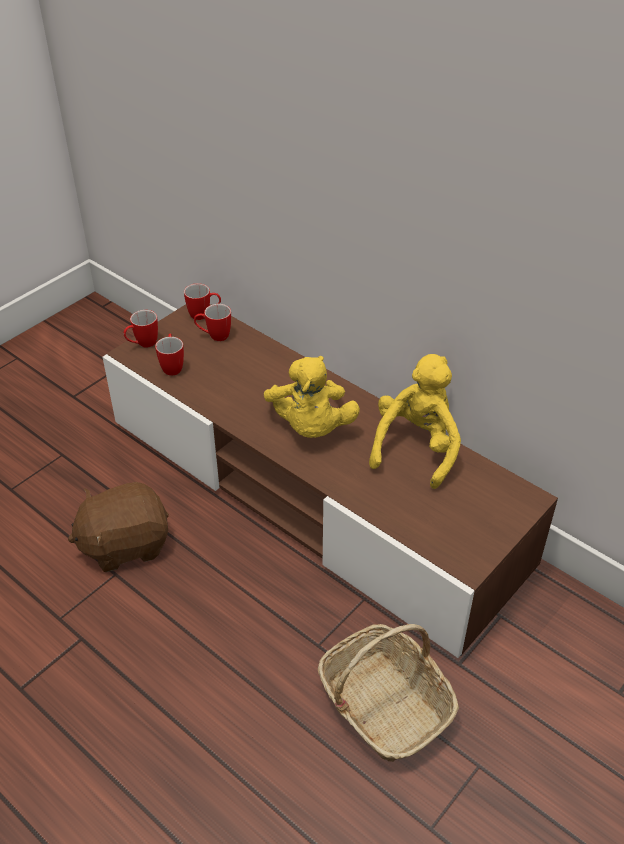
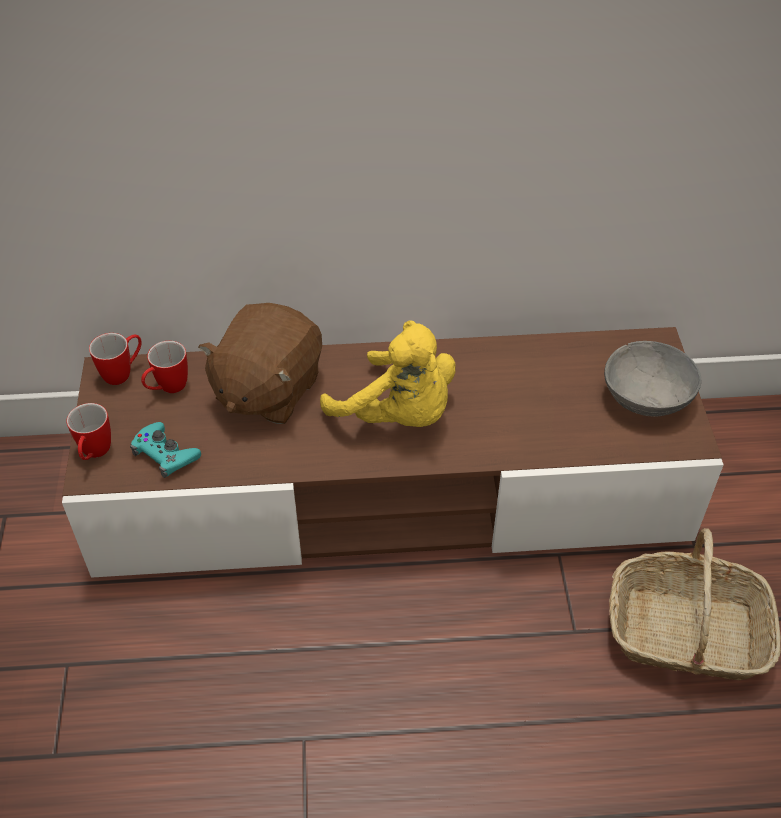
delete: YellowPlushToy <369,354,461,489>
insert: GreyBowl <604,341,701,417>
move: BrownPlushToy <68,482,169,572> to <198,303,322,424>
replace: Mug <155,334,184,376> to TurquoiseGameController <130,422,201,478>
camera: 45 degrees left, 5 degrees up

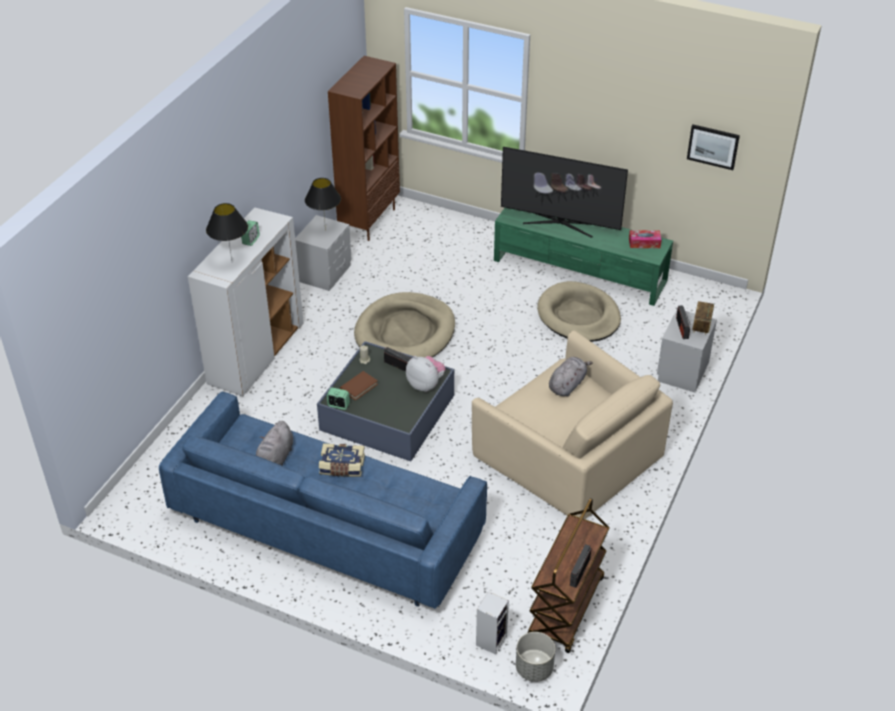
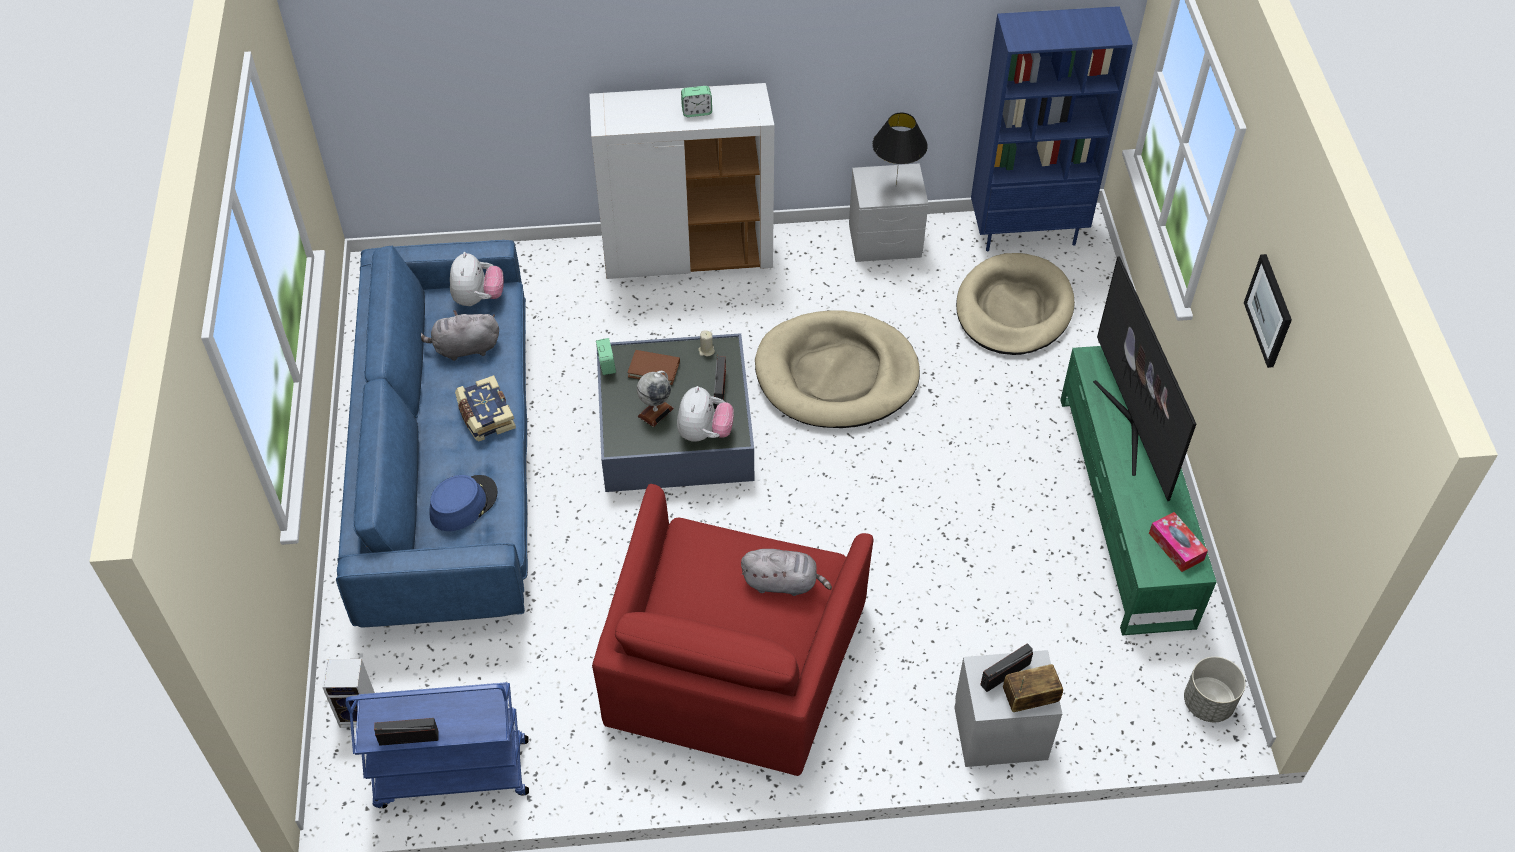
delete: BlackTableLamp <206,203,248,260>
insert: BlueHat <430,475,498,531>; PlushToy <450,252,504,306>; Globe <637,371,674,427>
move: BeigeDogBed <537,281,621,342> to <956,253,1075,355>; GreyPlanter <516,632,555,682> to <1184,657,1245,722>; Picture <687,124,740,170> to <1244,254,1292,368>
recolor: BrownCart <527,498,610,653> to BlueCart <346,682,529,808>; BeigeArmchair <472,331,673,519> to RedArmchair <592,484,873,776>; BrownBookcase <328,56,400,241> to BlueBookcase <971,6,1133,251>
camera: 60 degrees right, 10 degrees up

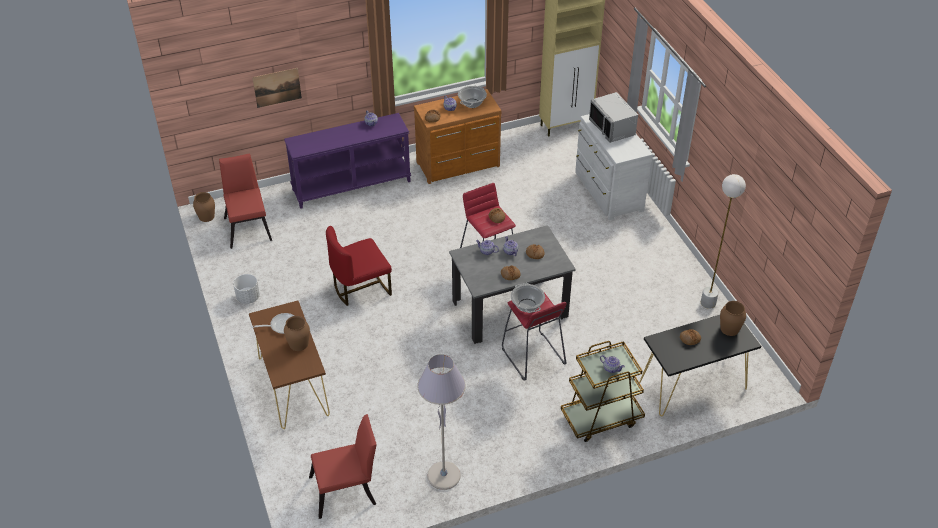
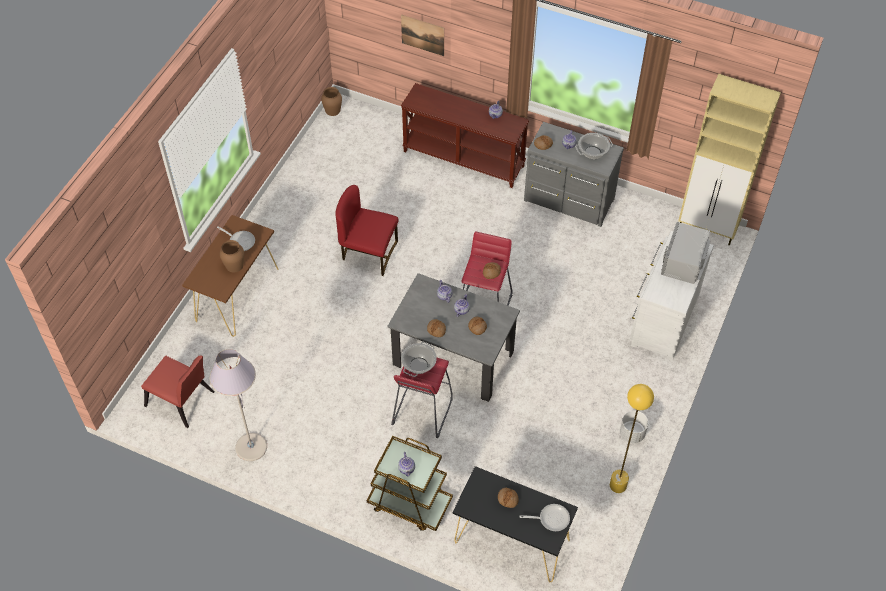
delete: RedChair <219,153,272,249>
move: WhitePlanter <233,274,260,304> to <620,410,648,443>
replace: BrownVase <720,301,746,336> to FryingPan <519,504,570,531>
recolor: PurpleConsoleTable <284,113,411,209> to BrownConsoleTable <401,83,529,188>; BrownDresser <414,89,502,184> to GreyDresser <524,122,624,227>; WhiteFloorLamp <701,174,746,309> to YellowFloorLamp <610,384,654,493>
camera: 45 degrees right, 10 degrees up

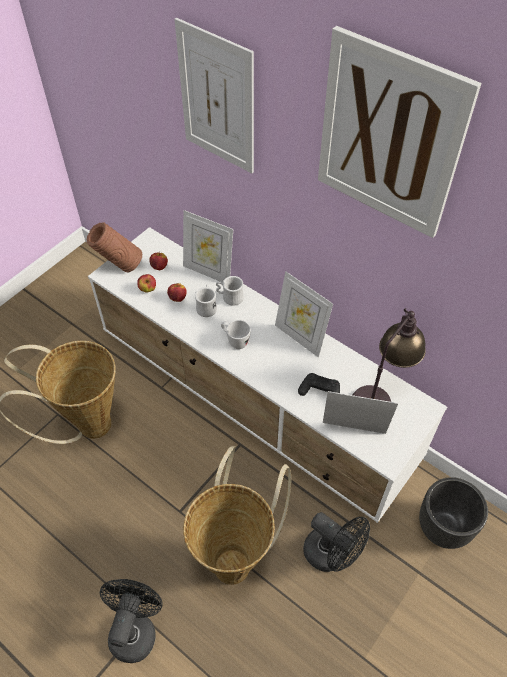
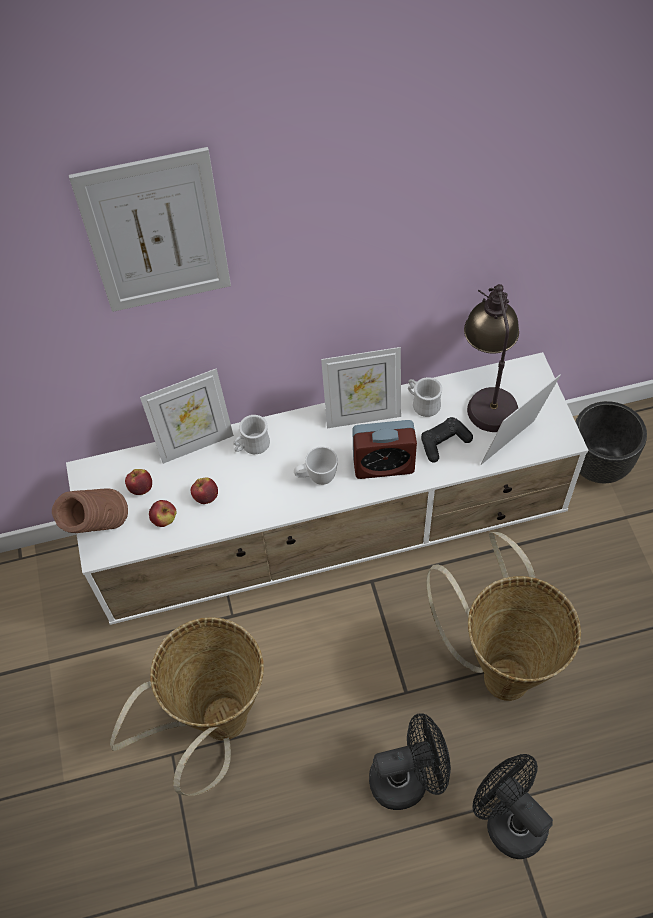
delete: Picture <318,26,481,238>
insert: AlarmClock <352,420,417,479>
move: BlackFan <303,512,370,572> to <369,713,451,810>; WhiteMug <195,285,217,317> to <408,377,442,417>
camera: 50 degrees left, 5 degrees up

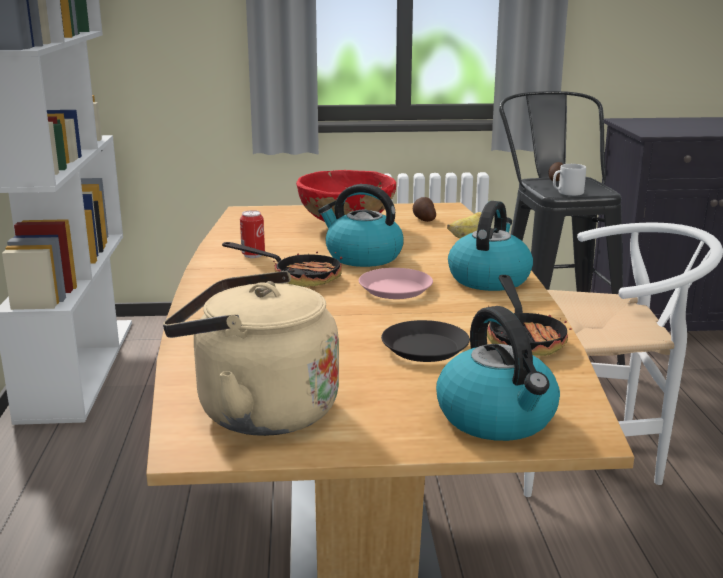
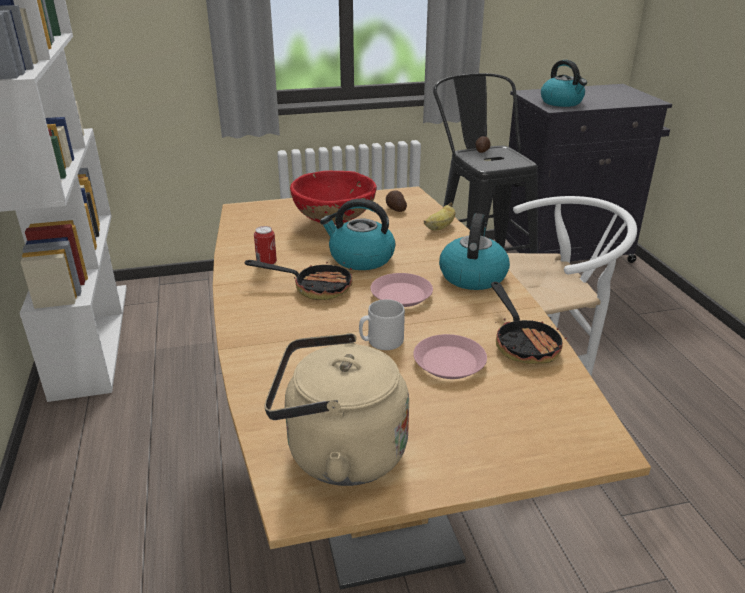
move: GreyMug <553,164,586,196> to <359,299,405,350>; Kettle <436,306,560,441> to <541,60,587,107>
recolor: BlackPlate <381,320,470,362> to PinkPlate <413,334,487,379>
camera: 10 degrees left, 10 degrees up

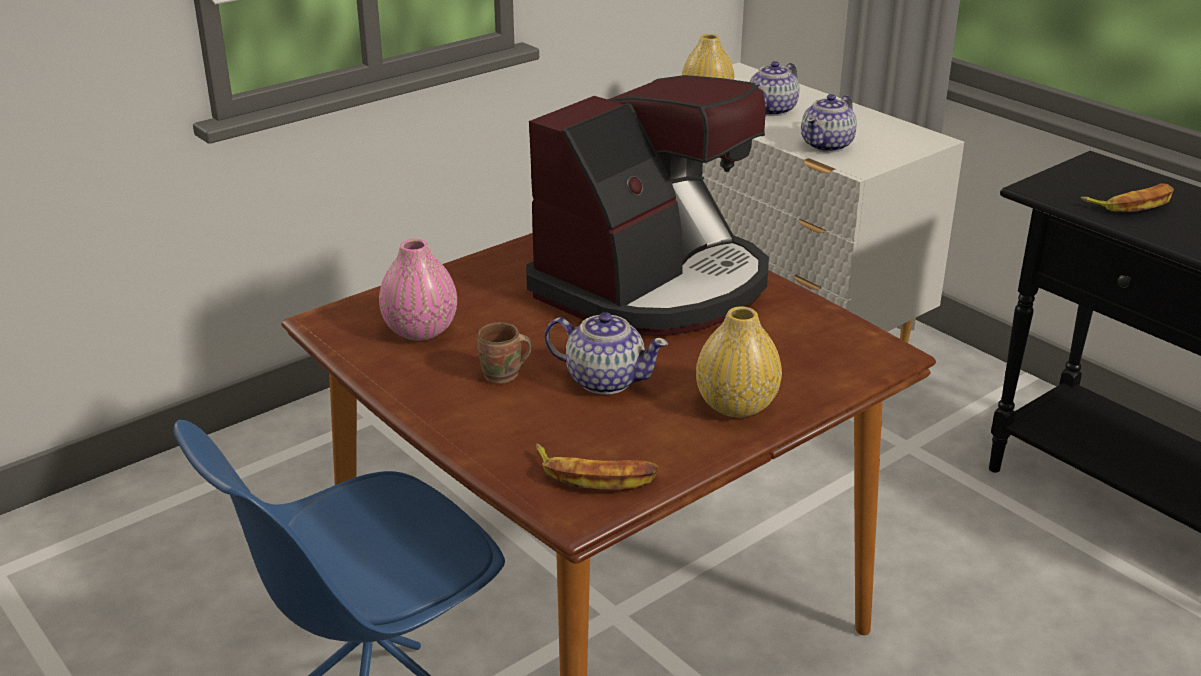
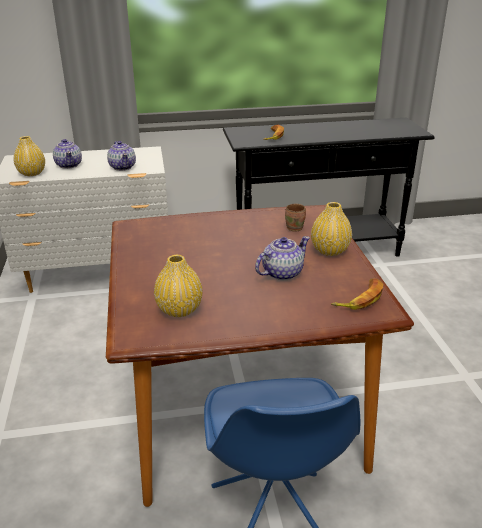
delete: CoffeeMachine <526,75,769,336>
move: BrownMug <477,322,532,384> to <285,204,306,232>
recolor: PinkVase <379,239,457,341> to YellowVase <154,255,203,317>
camera: 60 degrees left, 0 degrees up

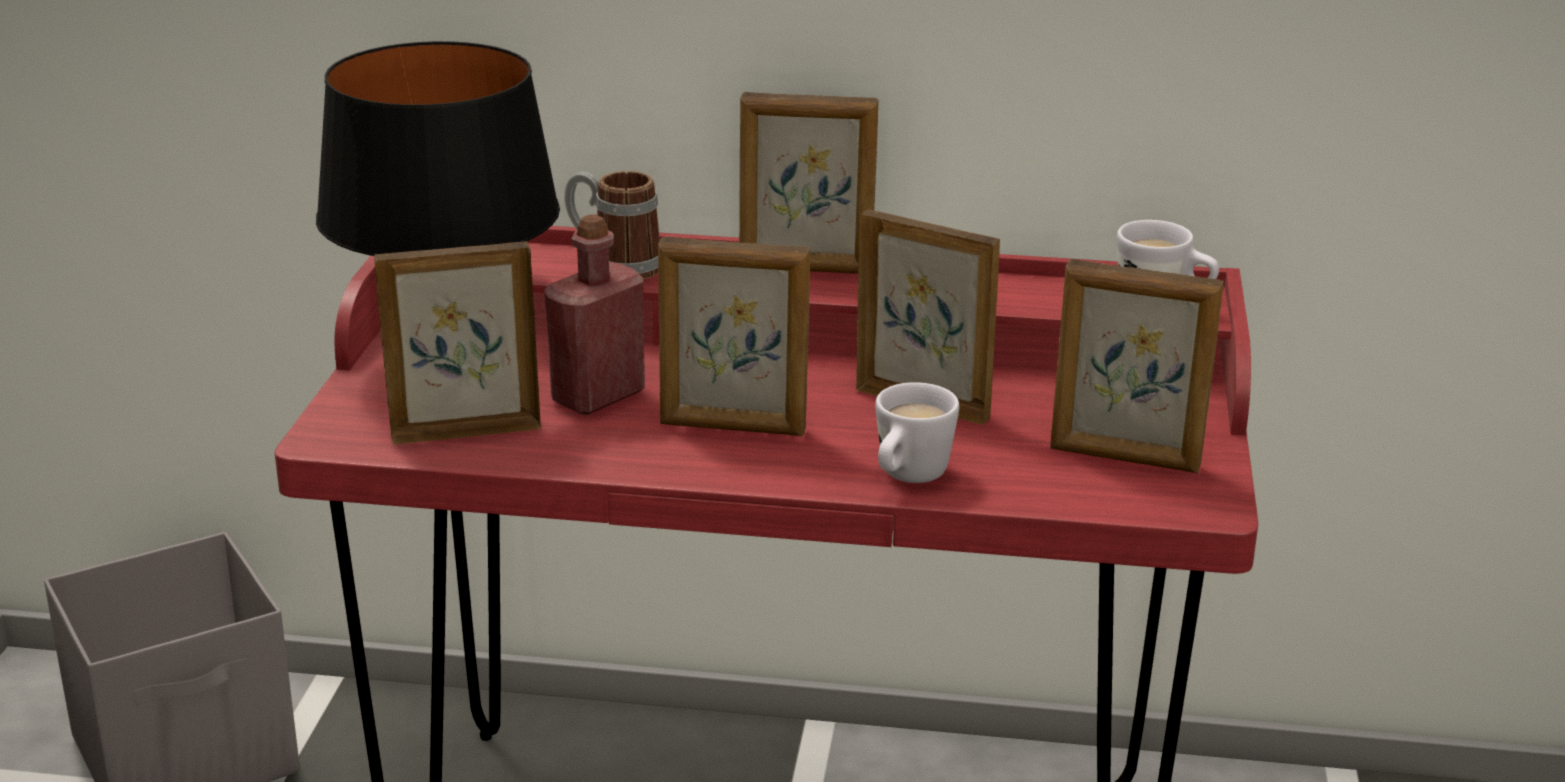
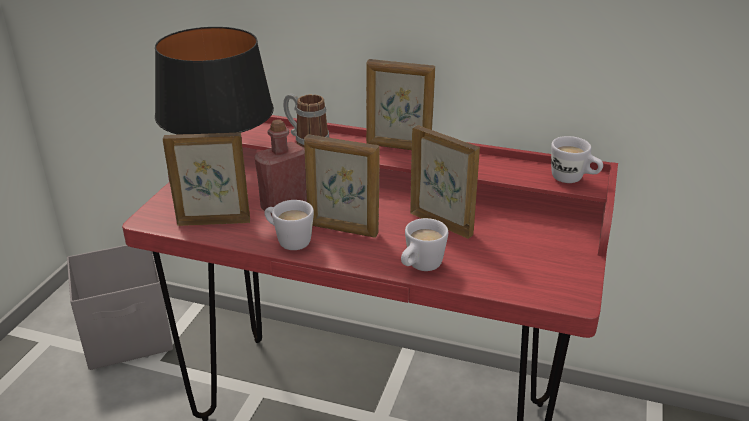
delete: PictureFrame <1050,259,1224,473>
insert: WhiteMug <264,200,314,250>
camera: 10 degrees right, 5 degrees up

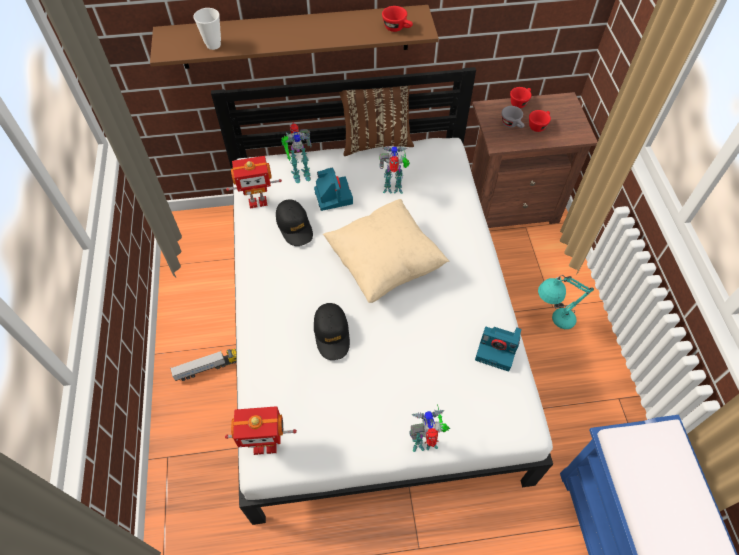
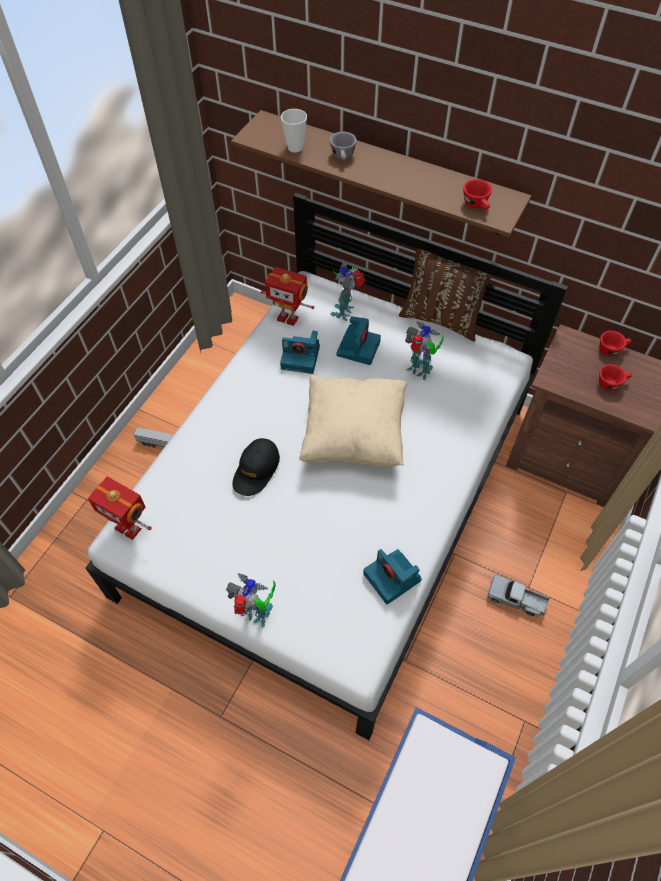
move: GreyCup <502,106,525,128> to <330,132,357,160>
replace: BlackCap <276,200,313,246> to PhotoCamera <280,331,320,374>; TurquoiseTableLamp <538,275,594,329> to ToyTruck <487,575,550,616>
rotate: ToyRobot <281,122,312,183> = <330,262,365,321> 90 degrees clockwise
camera: 35 degrees right, 0 degrees up

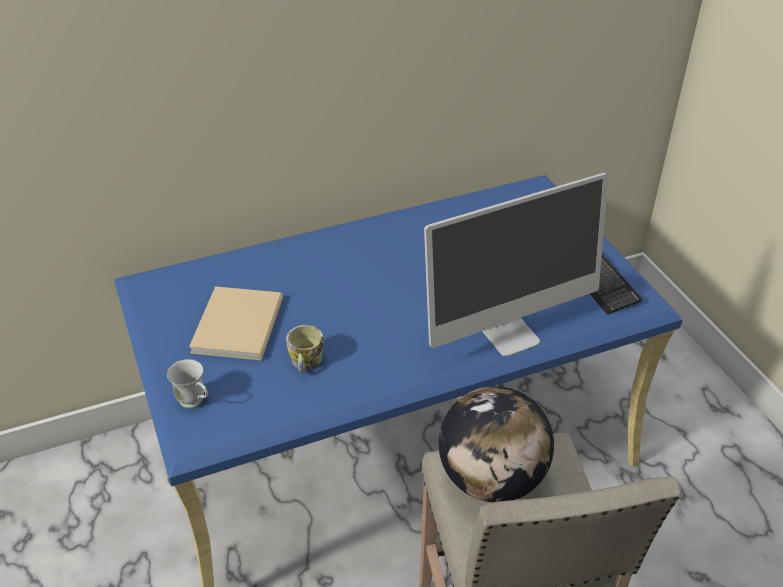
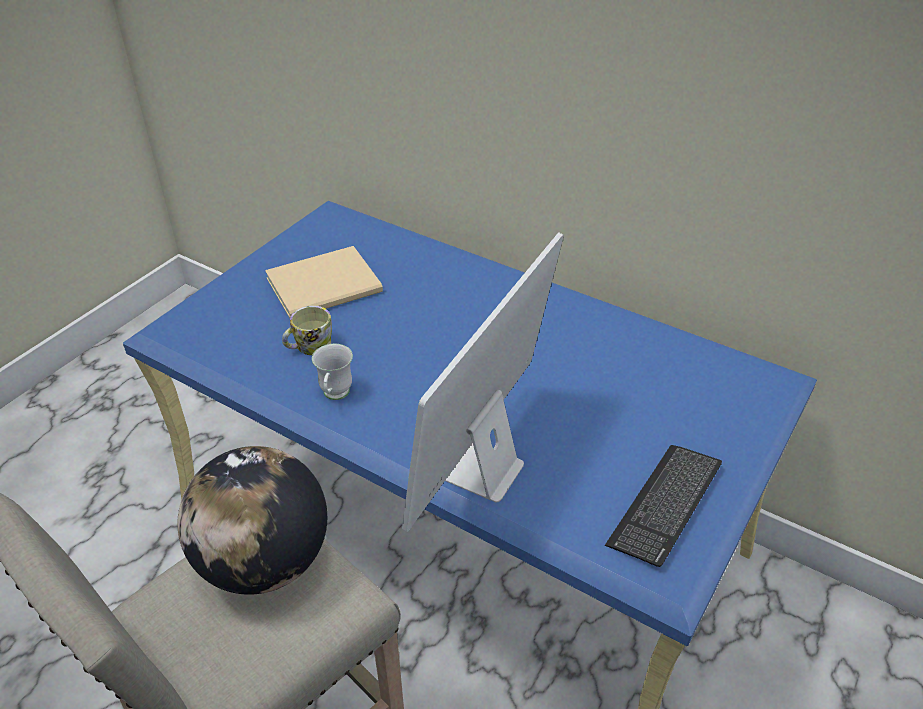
move: WhiteMug <167,359,208,409> to <312,344,353,400>
rotate: Monitor <424,173,608,356> = <402,232,564,532> 90 degrees clockwise
camera: 55 degrees right, 0 degrees up

